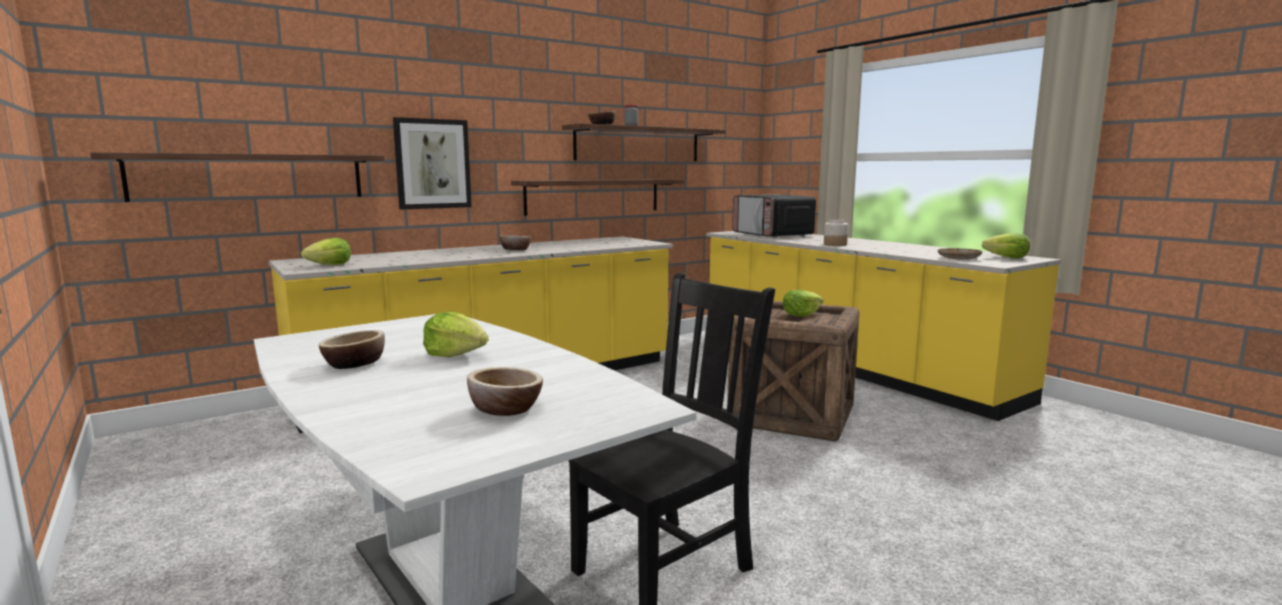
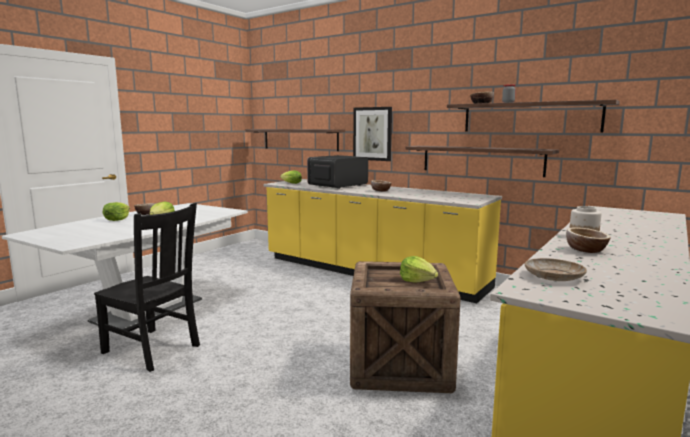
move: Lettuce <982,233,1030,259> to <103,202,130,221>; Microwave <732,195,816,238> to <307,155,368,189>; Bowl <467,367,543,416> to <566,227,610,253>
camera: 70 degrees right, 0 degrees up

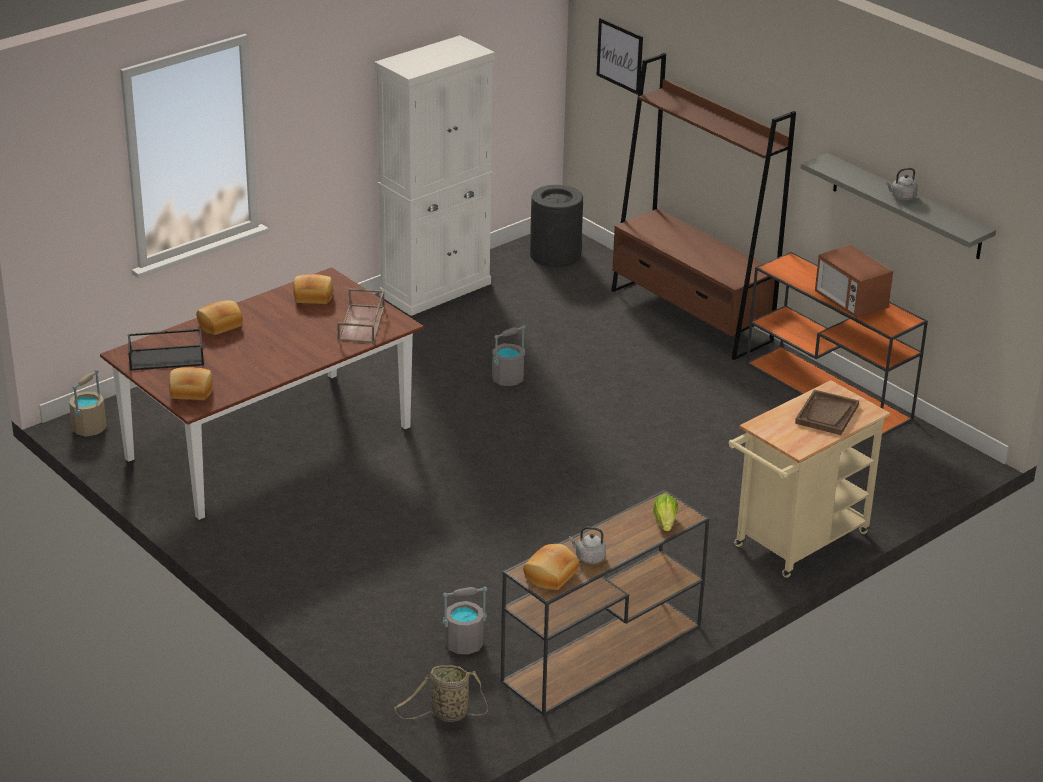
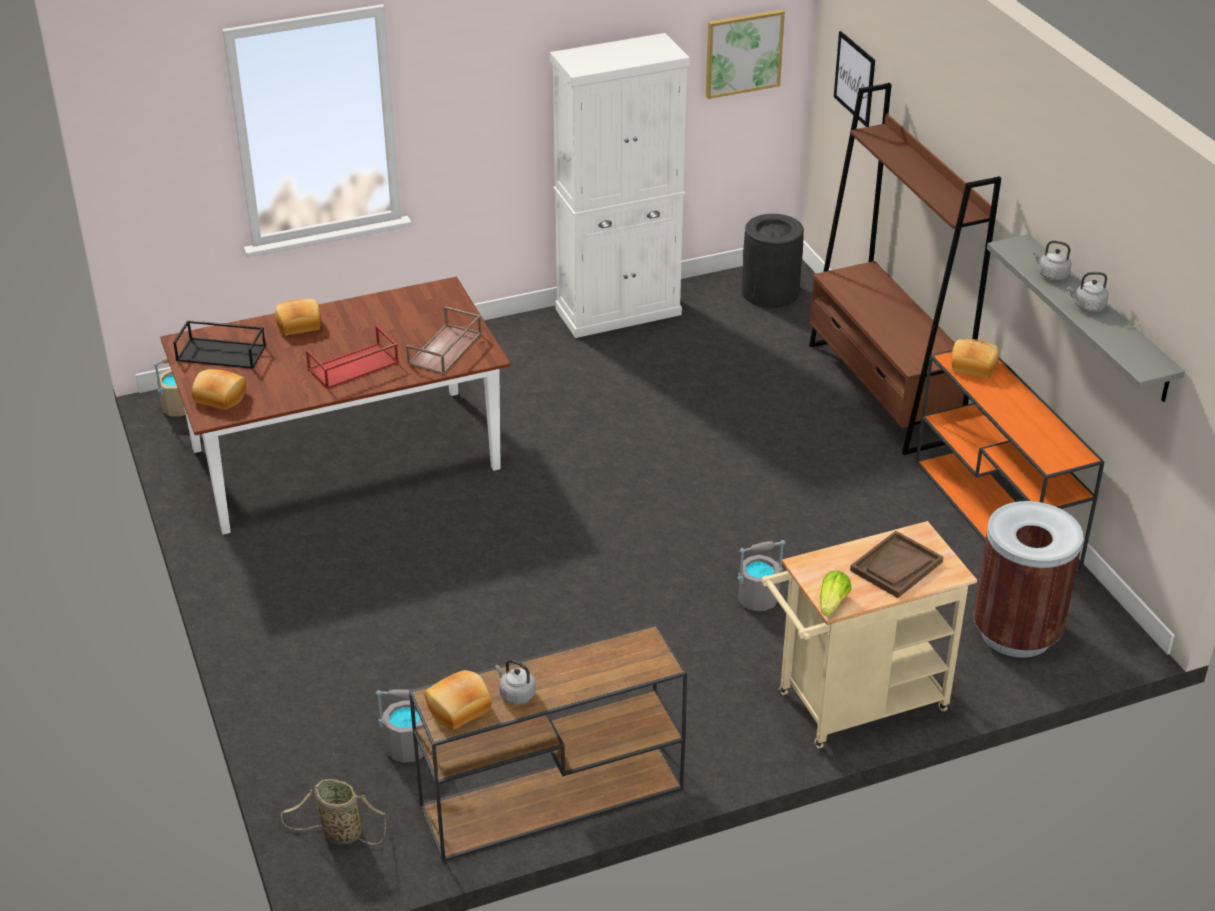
delete: Microwave <815,245,893,318>
insert: RedTray <306,326,399,389>; Picture <706,10,785,99>; BrownTrashCan <973,501,1083,658>; GreyKettle <1033,240,1072,281>
move: GreyBucket <492,325,526,386> to <738,540,785,611>; Lettuce <653,494,678,531> to <820,570,852,616>; Bread <293,274,333,304> to <951,339,999,378>
camera: 20 degrees right, 5 degrees up

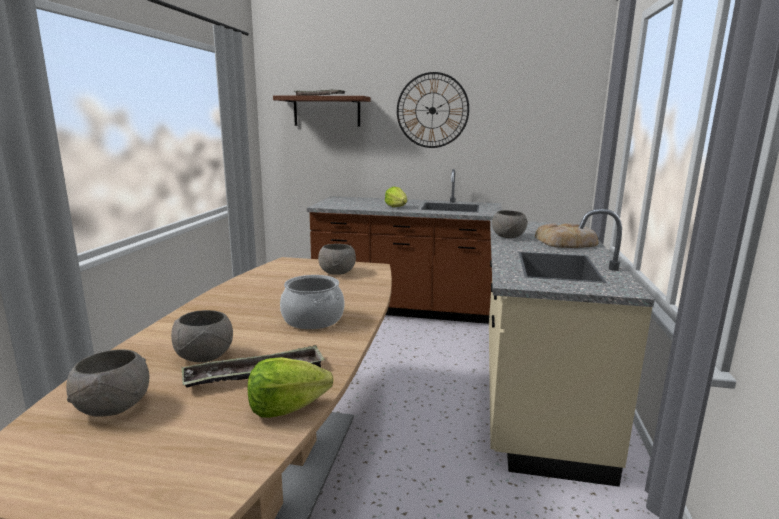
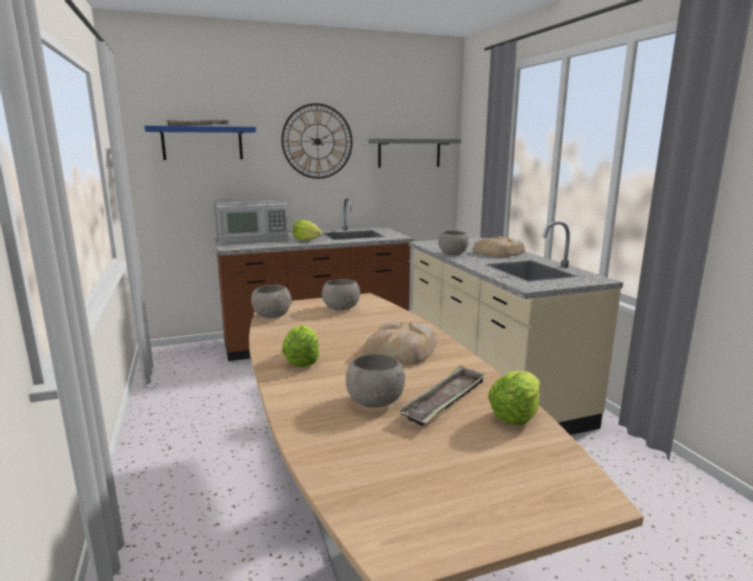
insert: Microwave <214,197,288,244>; Lettuce <282,325,320,367>; GreyShelf <369,139,461,168>
move: GreyBowl <66,349,150,417> to <251,285,292,319>
replace: CookingPot <280,275,344,329> to Bread <363,322,437,364>
recolor: BrownShelf <273,95,371,127> to BlueShelf <144,126,256,160>
camera: 30 degrees left, 0 degrees up

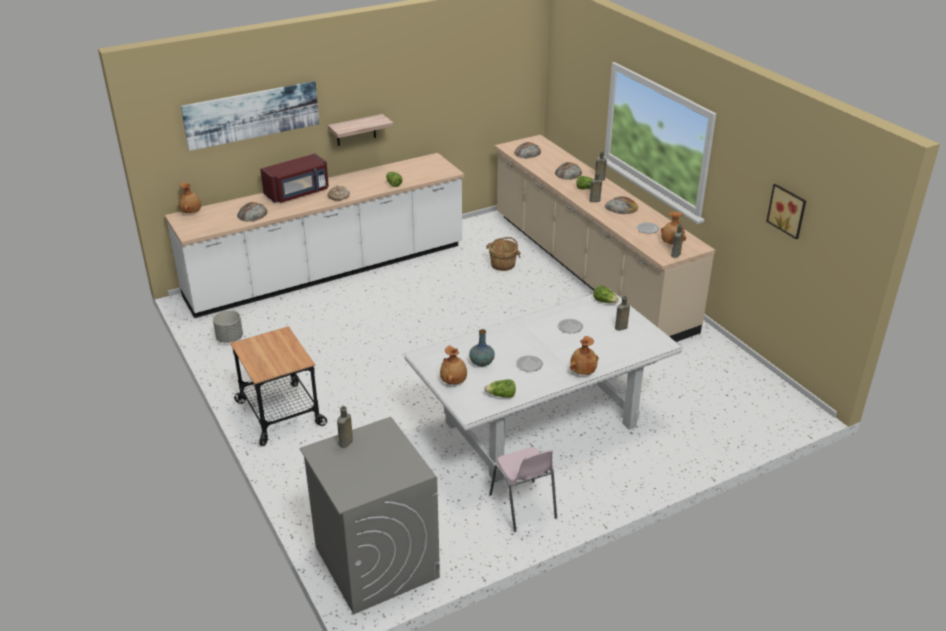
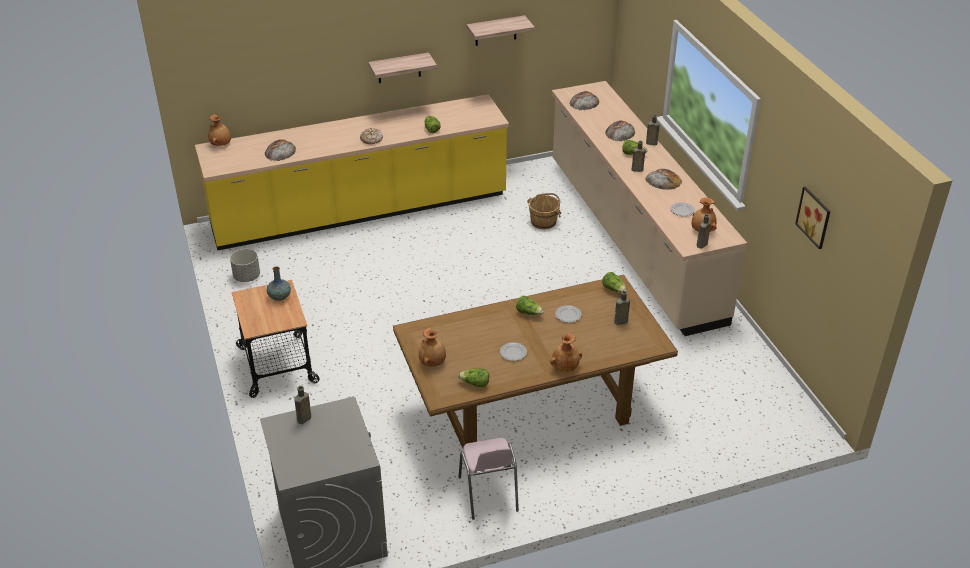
delete: Picture <181,81,319,151>; RedMicrowave <260,154,329,203>
insert: Shelf <467,15,535,46>; Lettuce <516,296,544,315>
move: Vase <469,329,495,366> to <267,266,291,301>
recolor: WhiteCounter <165,153,464,318> to YellowCounter <195,94,509,250>; WhiteDiningTable <404,291,682,482> to BrownDiningTable <393,275,678,448>
camera: 10 degrees right, 5 degrees up

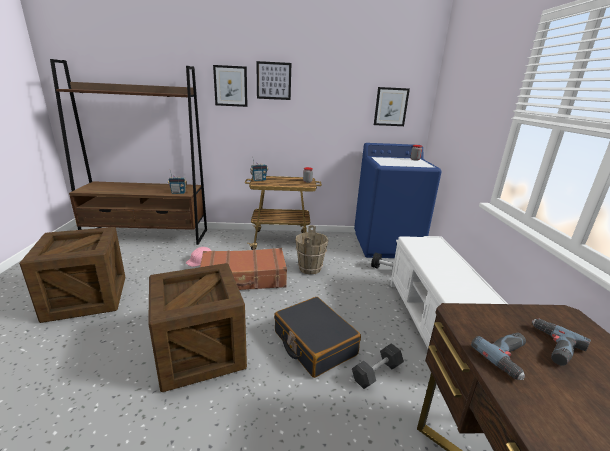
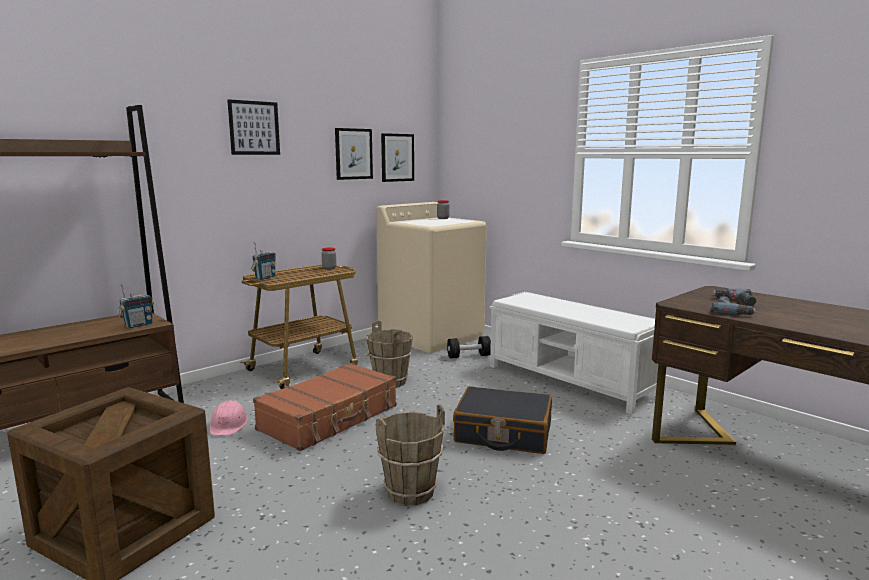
delete: GreyDumbbell <352,343,404,389>
move: Picture <213,65,248,107> to <335,128,373,180>
replace: Crate <148,263,247,392> to BrownBucket <375,405,445,506>
recolor: BlueWashingMachine <354,143,442,258> to BeigeWashingMachine <377,202,487,353>
camera: 40 degrees left, 10 degrees down

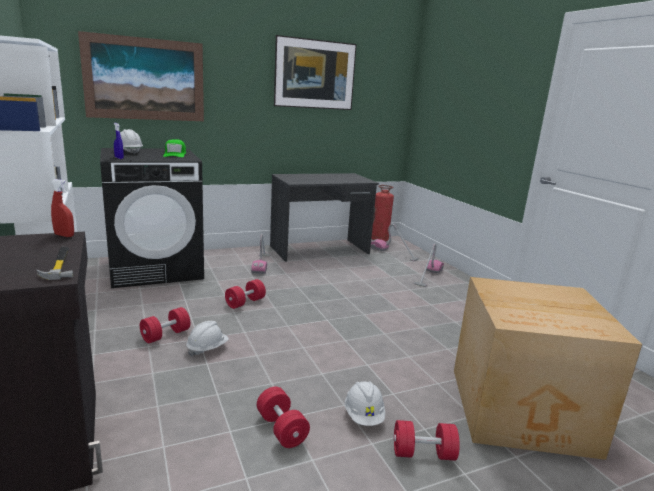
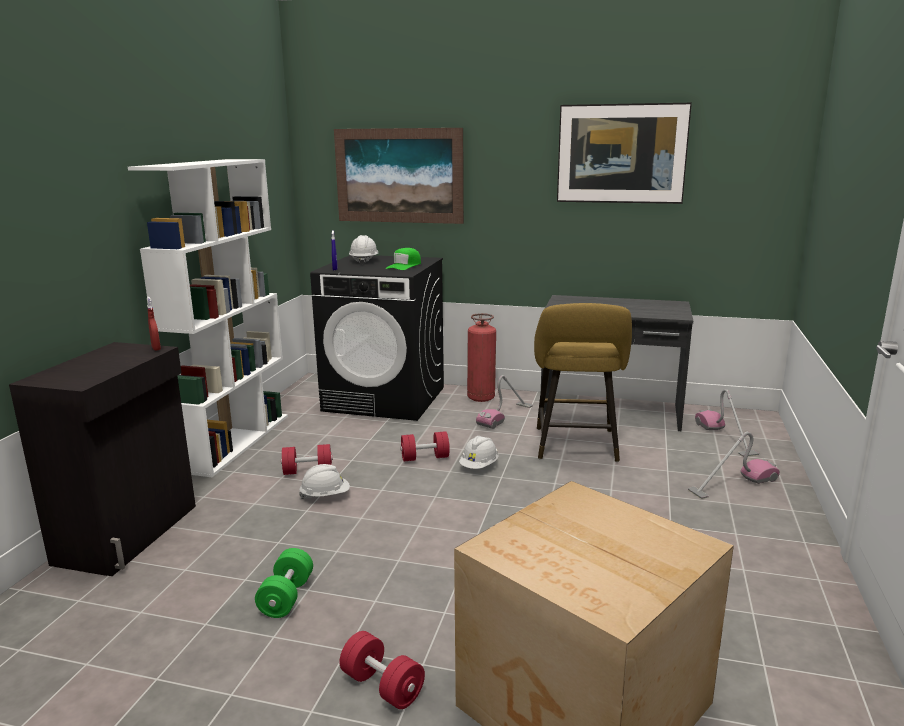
delete: Hammer <37,247,73,280>
insert: YellowStool <534,303,632,462>
move: WhiteHardHat <344,381,385,426> to <459,436,498,469>; FireExtinguisher <371,185,394,241> to <467,313,496,402>
recolor: RedDumbbell <257,387,310,448> to GreenDumbbell <255,548,313,618>
camera: 40 degrees right, 0 degrees up

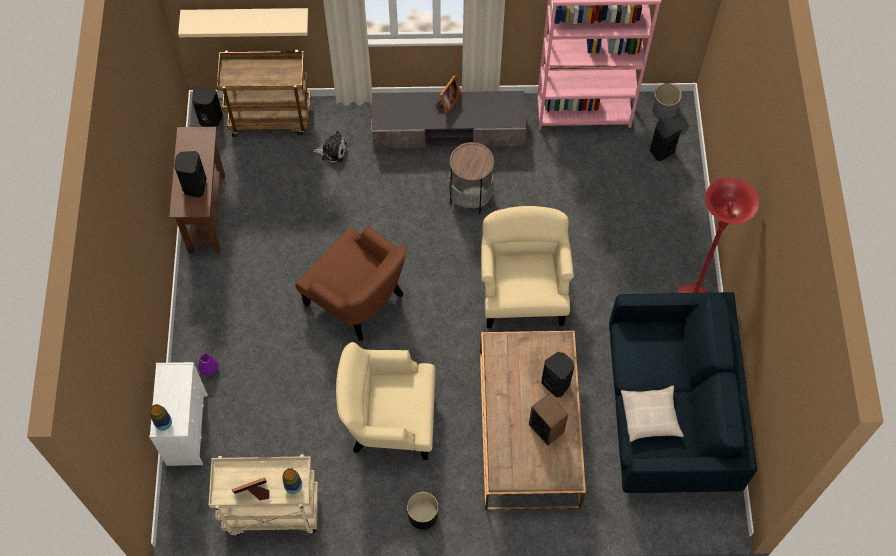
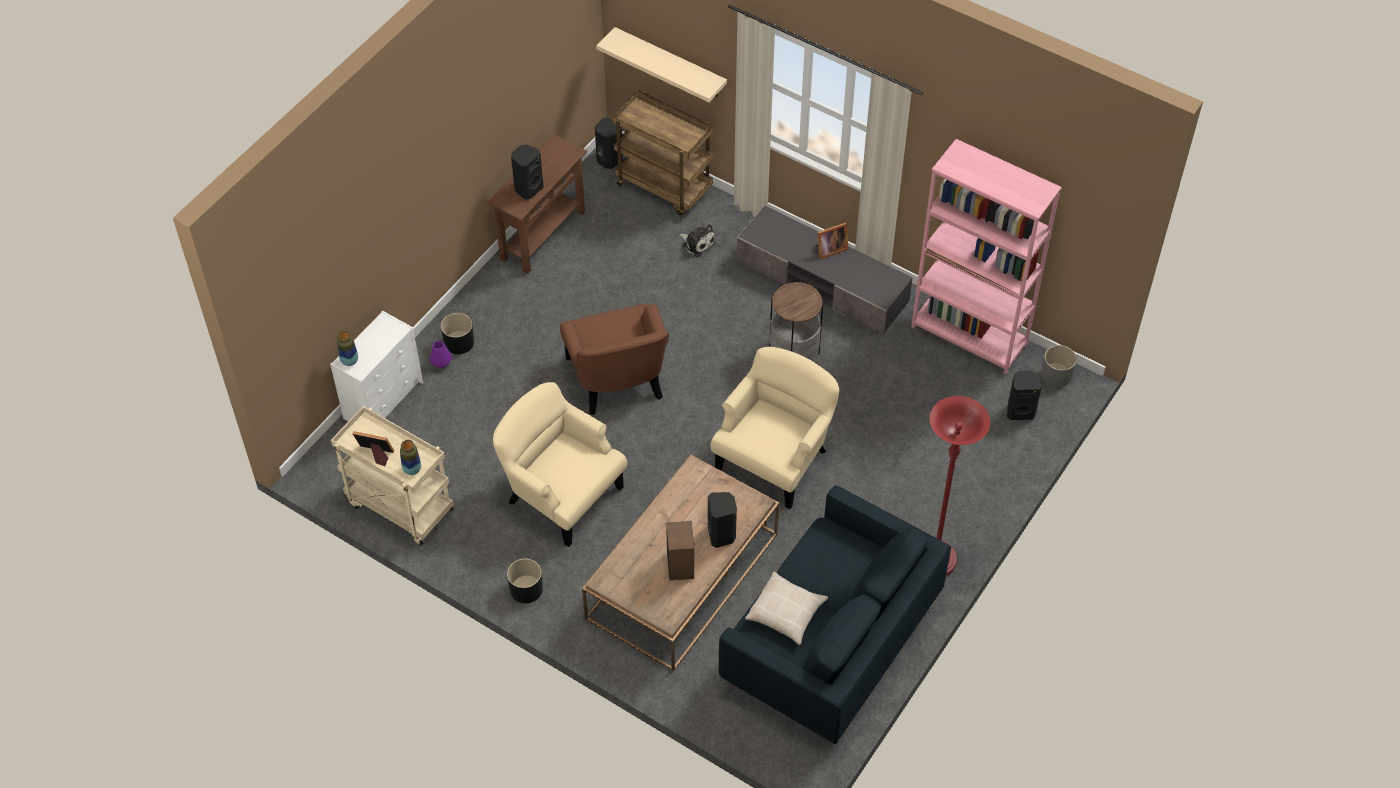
insert: BlackPlanter <441,313,474,354>
camera: 35 degrees right, 10 degrees down

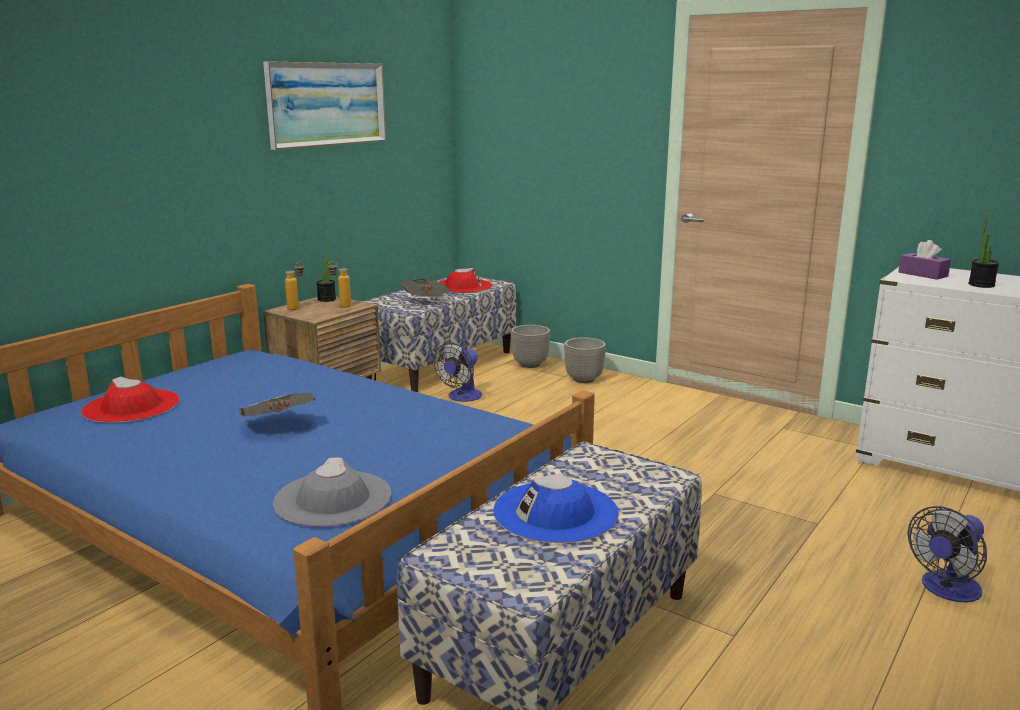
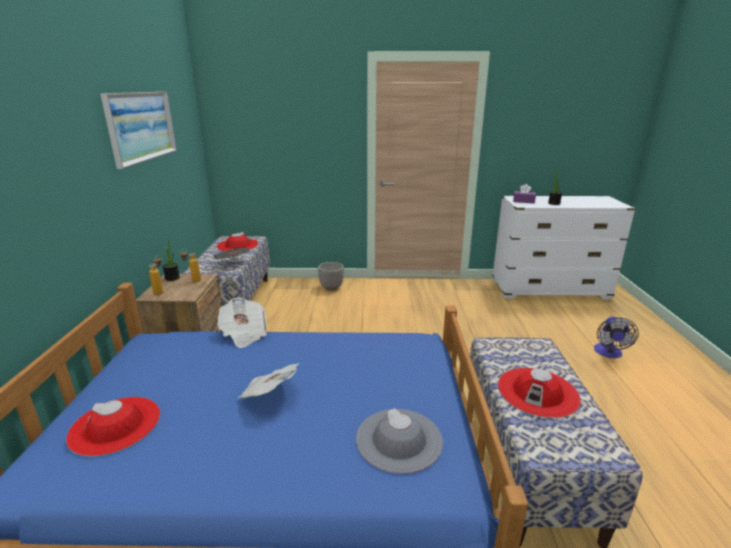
delete: Fan <434,343,482,402>; Planter <511,325,550,368>
insert: Newspaper <217,297,267,348>
recolor: BlueHat <493,474,618,543> to RedHat <498,368,581,418>
camera: 35 degrees left, 5 degrees up

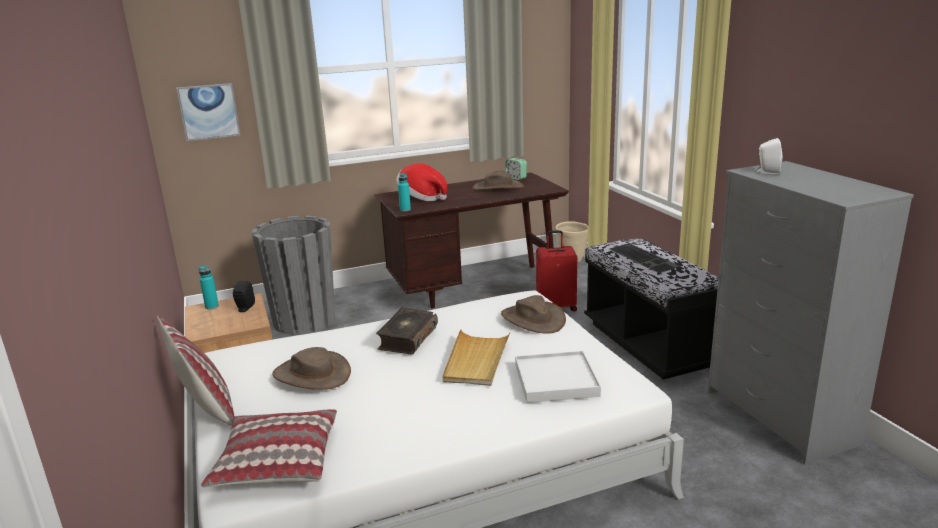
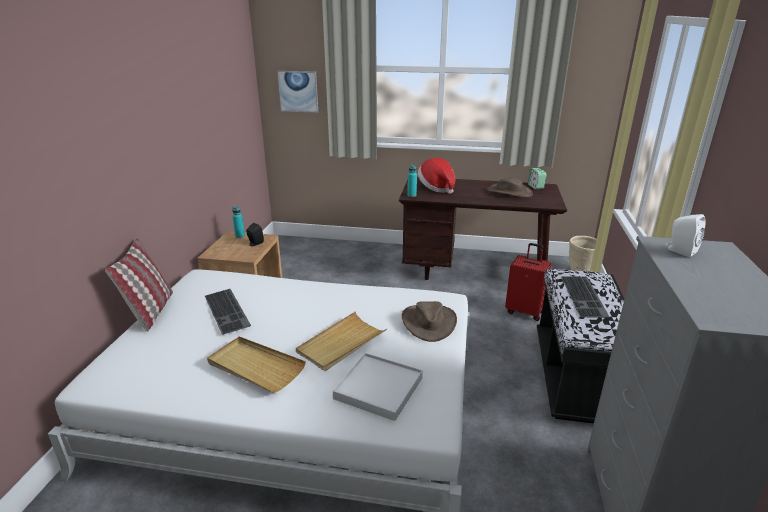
delete: Pillow <201,409,337,487>; GreyPlanter <252,216,335,335>; Book <376,307,438,355>
insert: BeigeTray <207,337,306,393>
replace: BrownHat <272,347,351,390> to Keyboard <205,289,251,335>
camera: 30 degrees right, 5 degrees up

